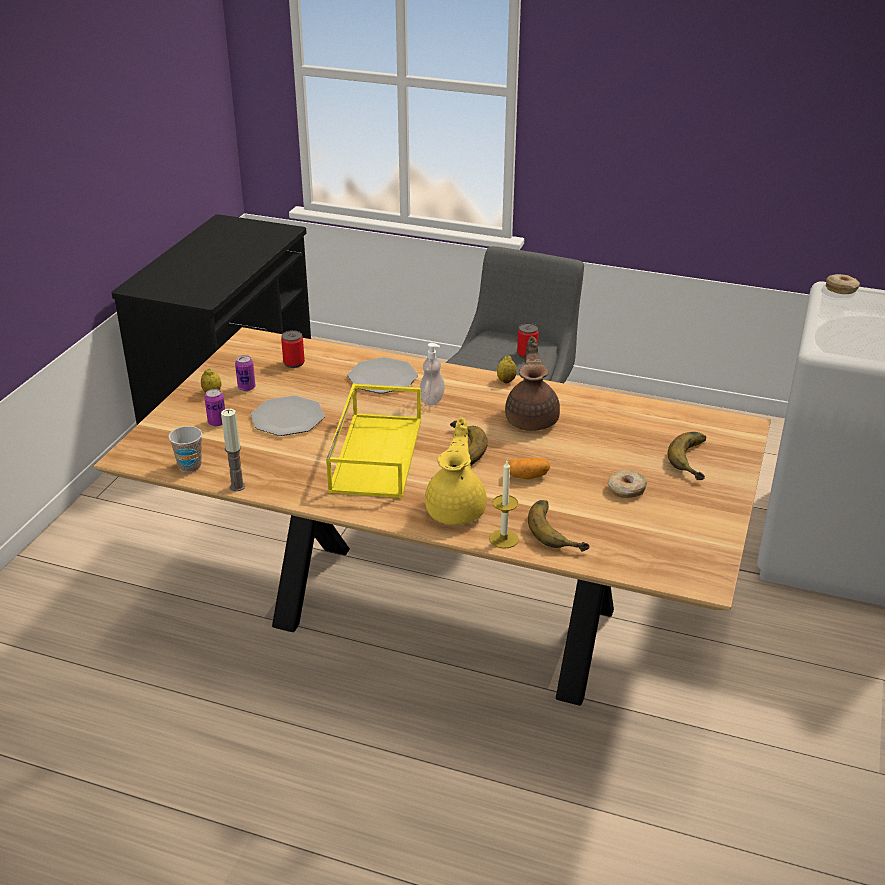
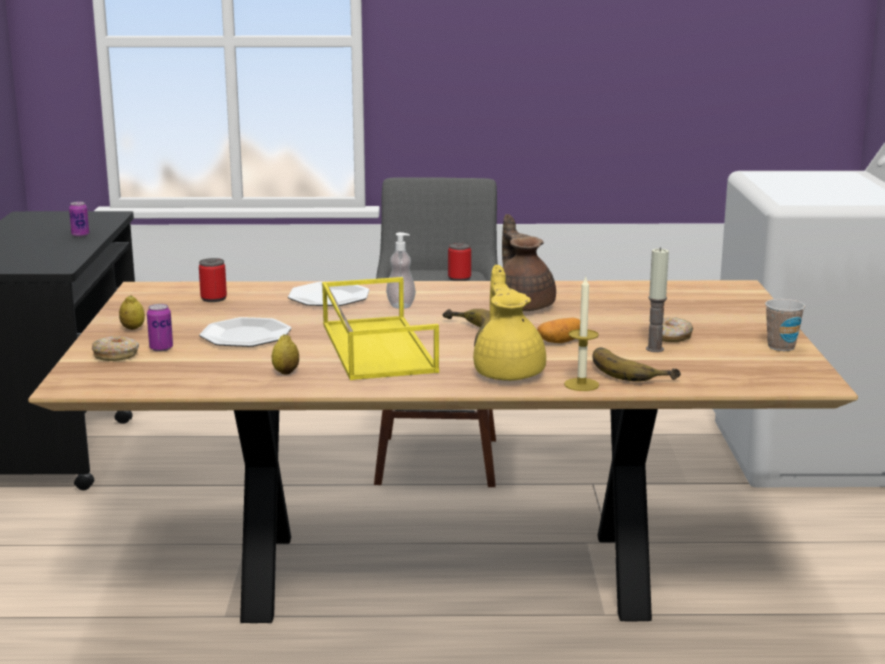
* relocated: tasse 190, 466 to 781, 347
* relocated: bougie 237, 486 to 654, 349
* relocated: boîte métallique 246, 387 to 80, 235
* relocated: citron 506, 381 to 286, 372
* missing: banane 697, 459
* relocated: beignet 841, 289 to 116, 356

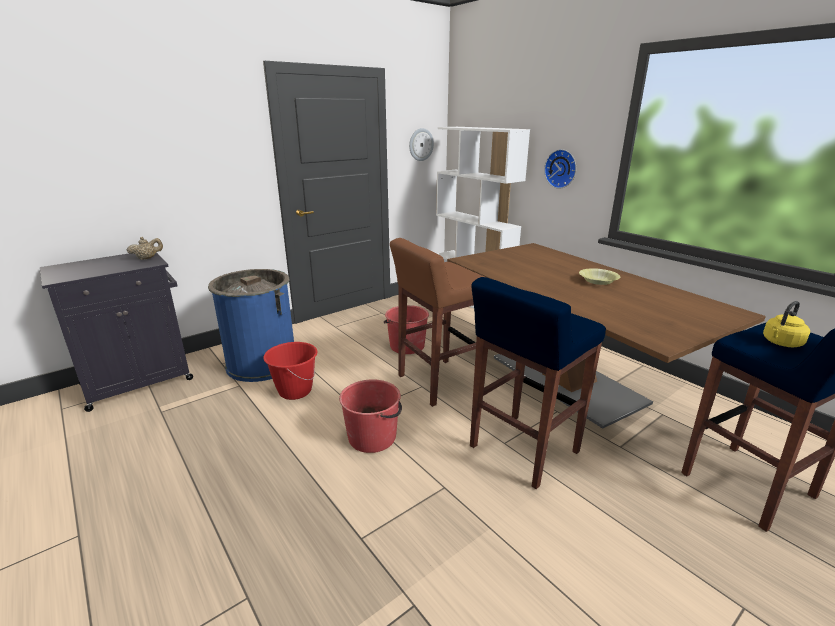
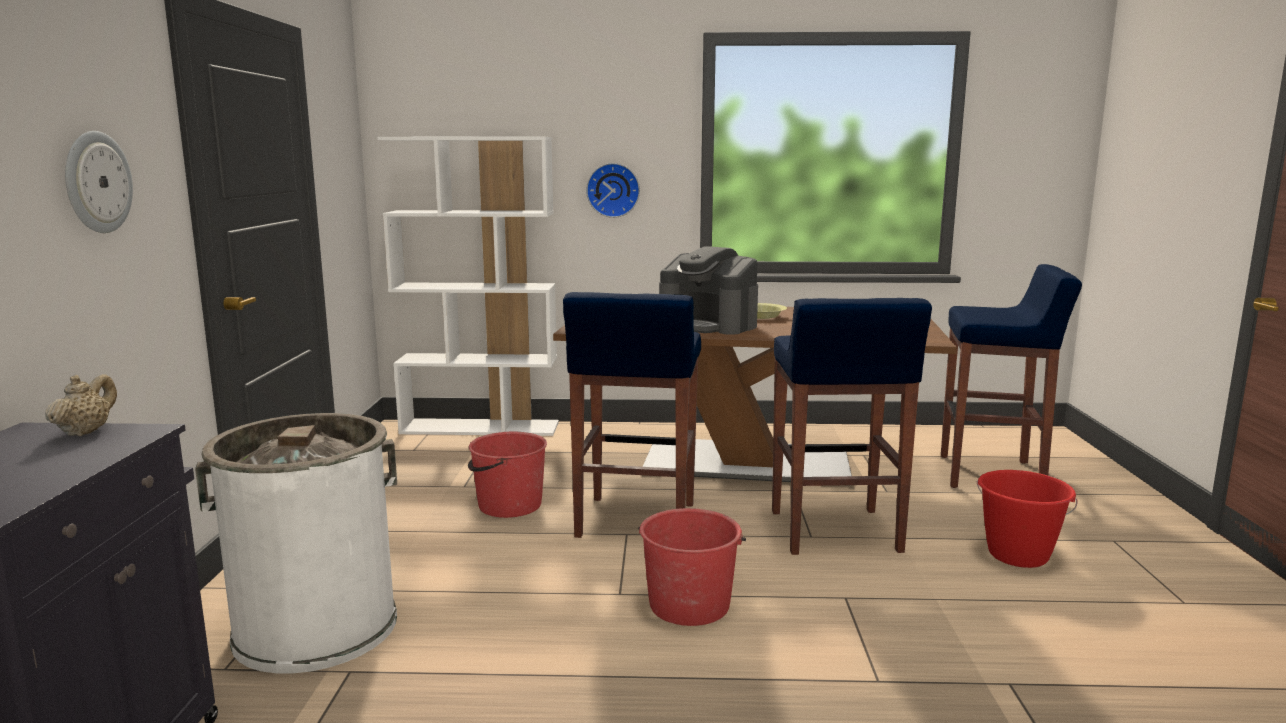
* colour: poubelle (bleu) 262, 363 to poubelle (blanc) 316, 627
* relocated: seau (rouge) 295, 391 to 1018, 555
* colour: tabouret (marron) 438, 382 to tabouret (bleu) 635, 521
* relocated: horloge murale 420, 144 to 96, 182
* missing: bouilloire (jaune) 781, 343
* appeared: machine à café 709, 325

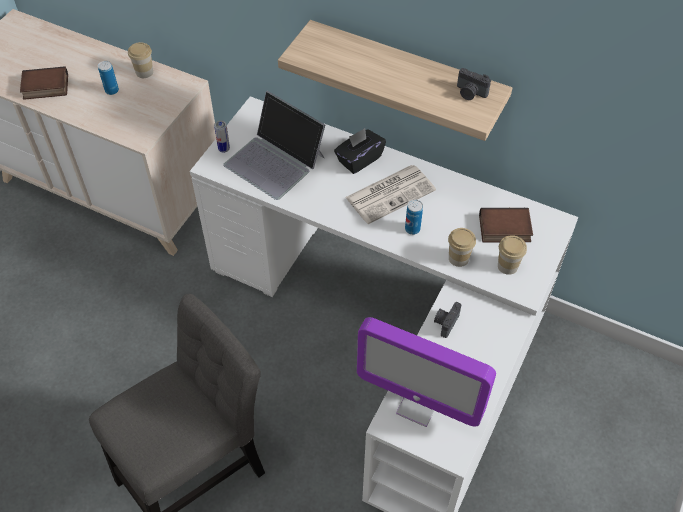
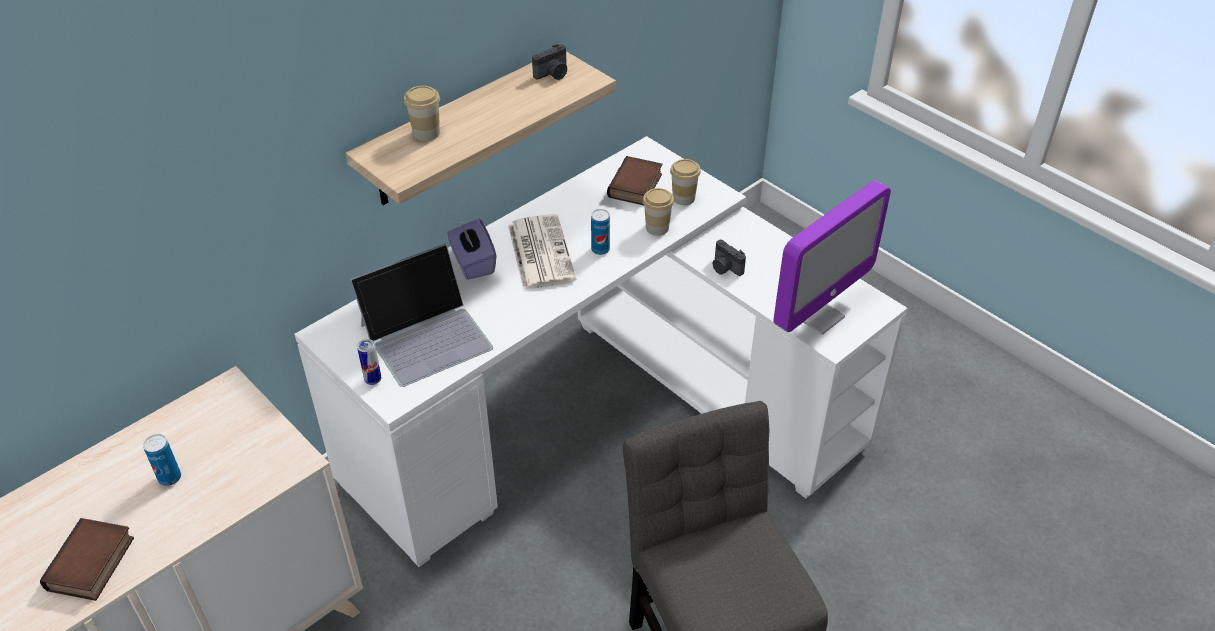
* relocated: tasse 144, 72 to 426, 133
* colour: boîte à mouchoirs (noir) 359, 159 to boîte à mouchoirs (violet) 473, 263

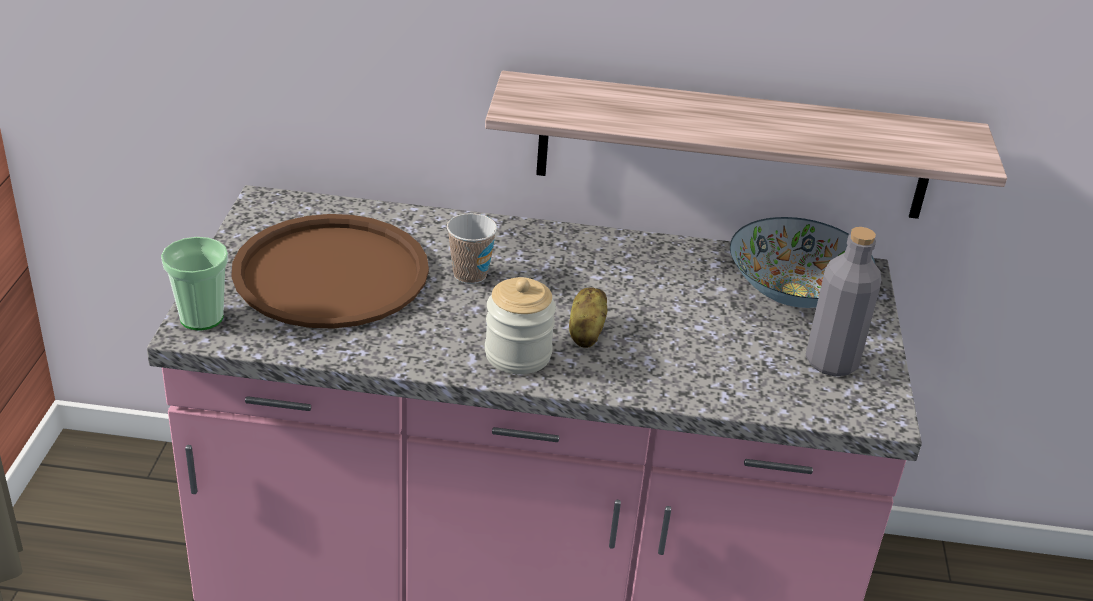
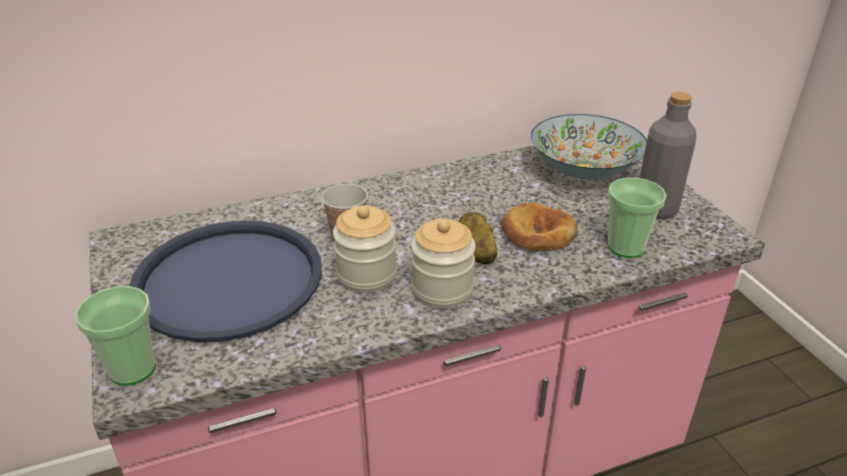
* colour: plateau (marron) 331, 273 to plateau (bleu) 228, 280
* missing: étagère 733, 146
* appeared: bocal 366, 275
* appeared: pain 538, 233
* appeared: tasse 626, 247

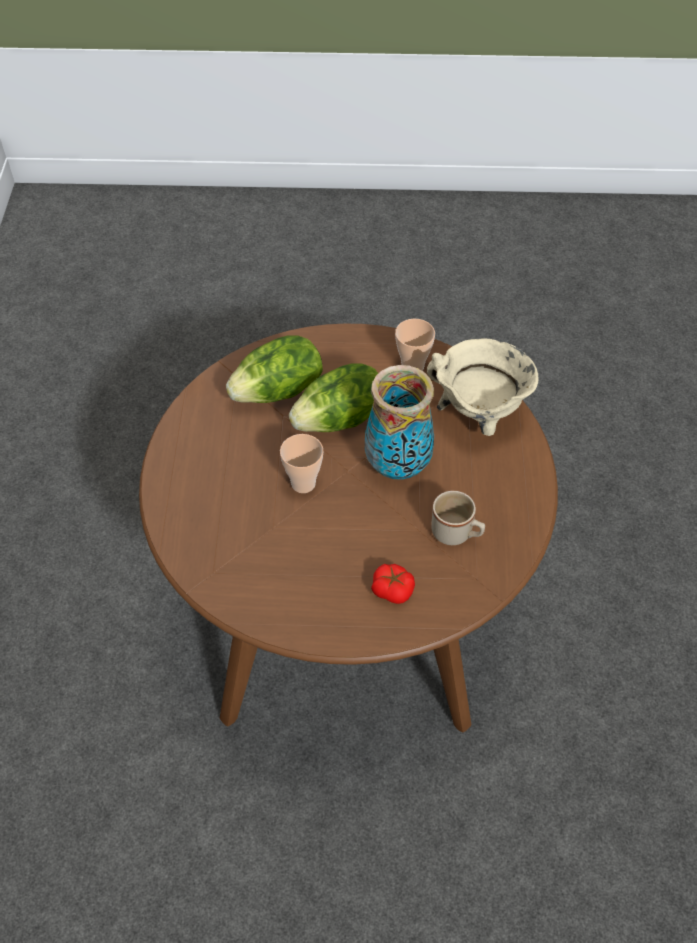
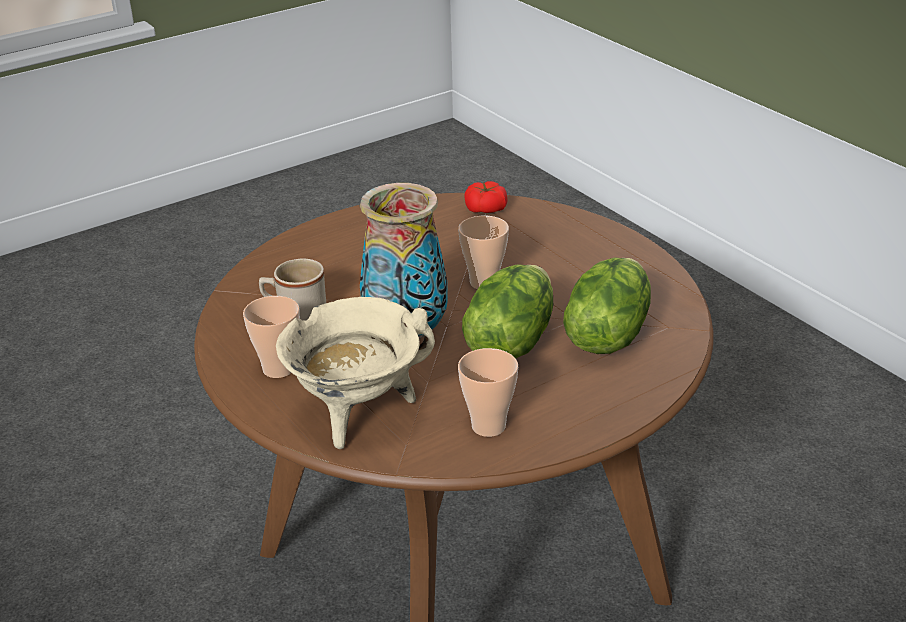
* relocated: tomate 392, 589 to 486, 209
* appeared: tasse 278, 369

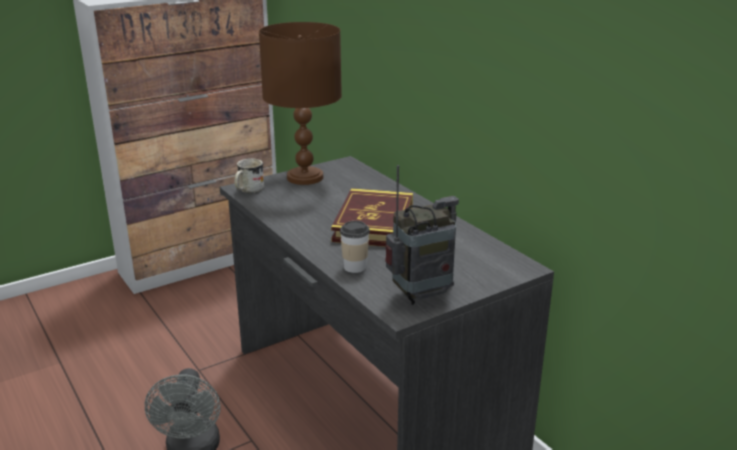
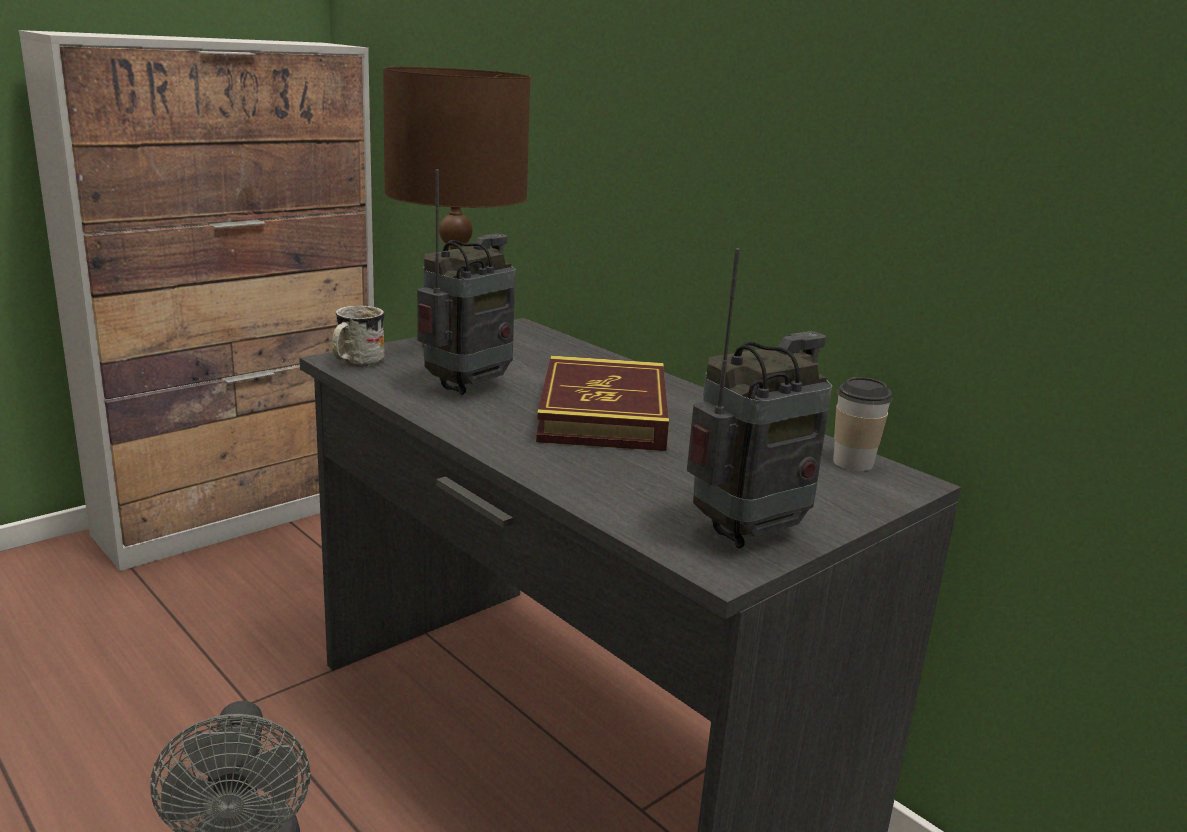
* relocated: tasse 355, 267 to 853, 462
* appeared: radio 468, 387

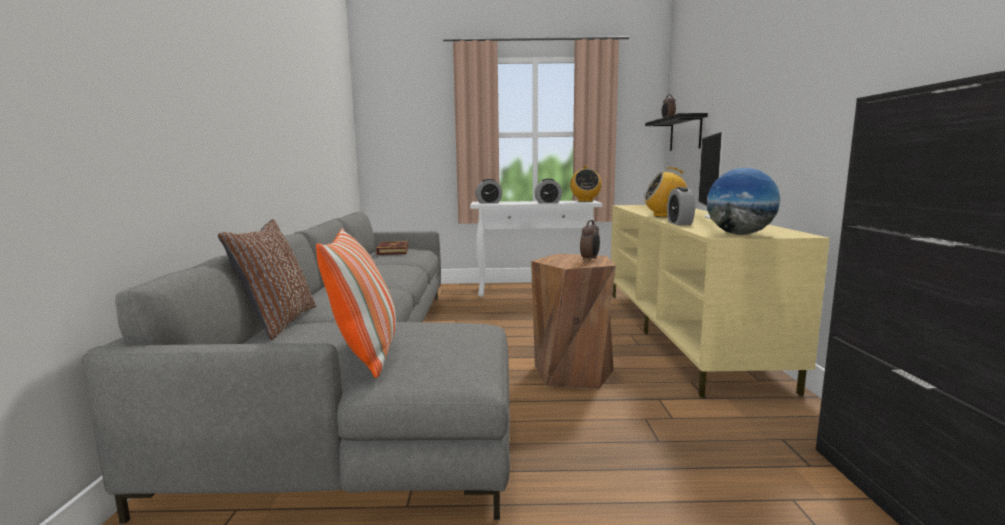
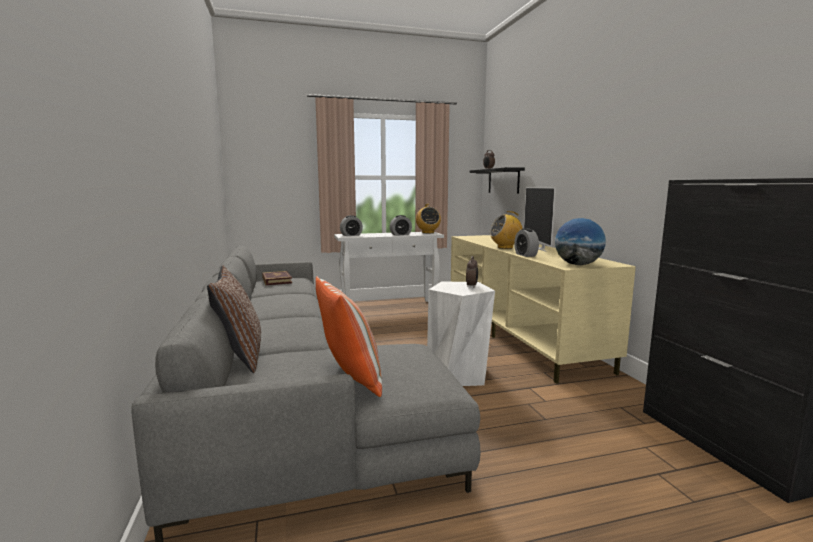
* colour: tabouret (marron) 573, 373 to tabouret (blanc) 458, 374

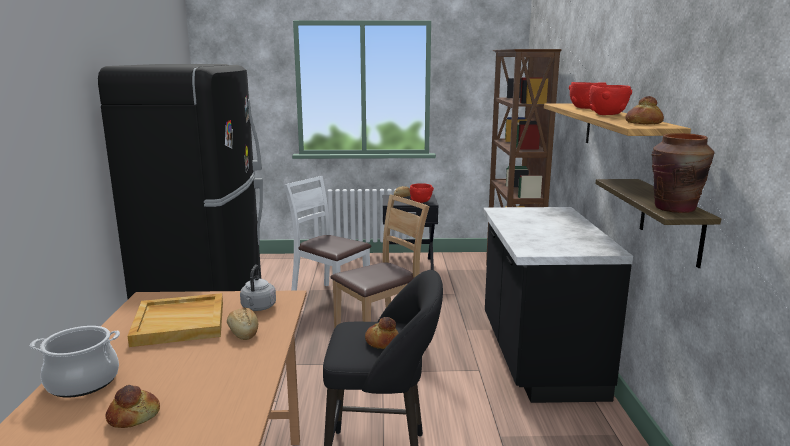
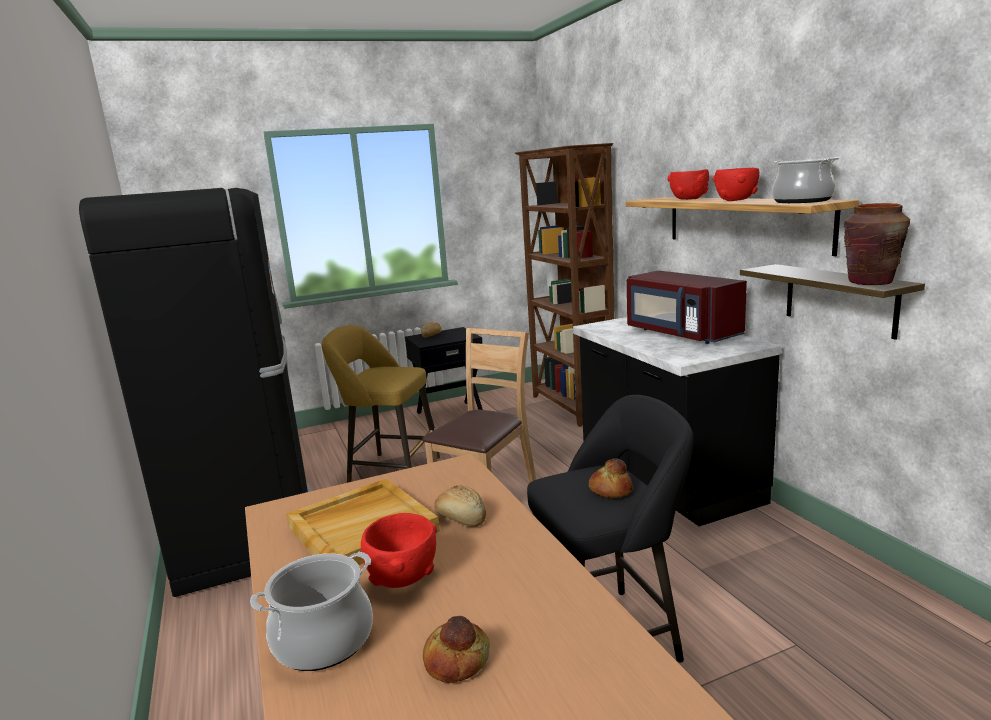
* missing: bouilloire (gris) 258, 308
* exchanged: chaise (blanc) 330, 299 to tabouret (jaune) 389, 471
* relocated: bol (rouge) 420, 202 to 402, 578
* exchanged: pain 643, 123 to marmite 802, 201
* appeared: micro-ondes (rouge) 680, 333

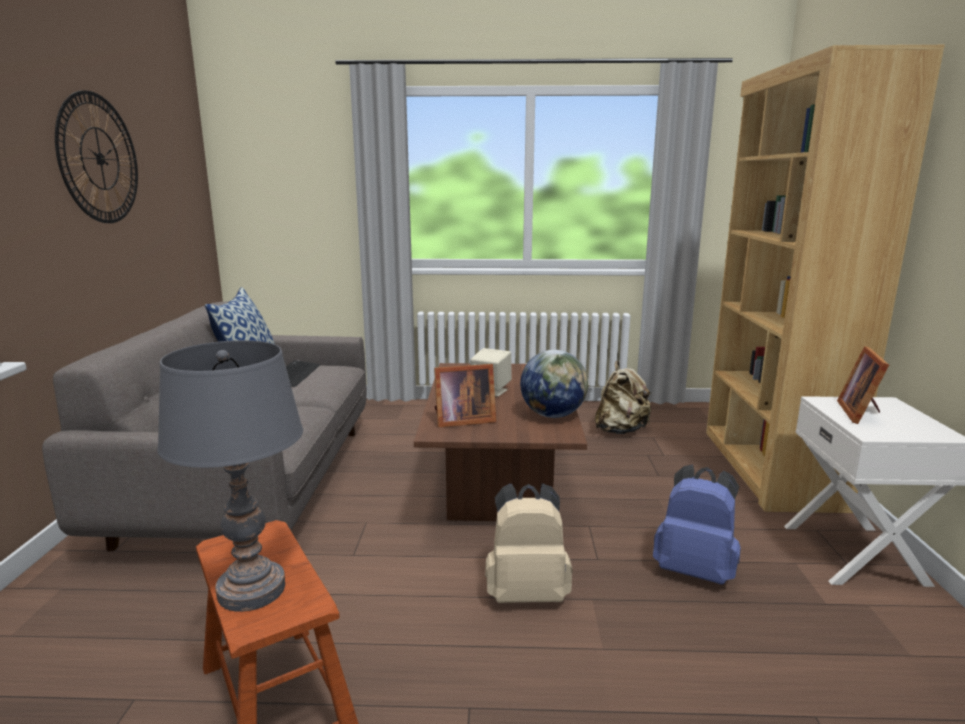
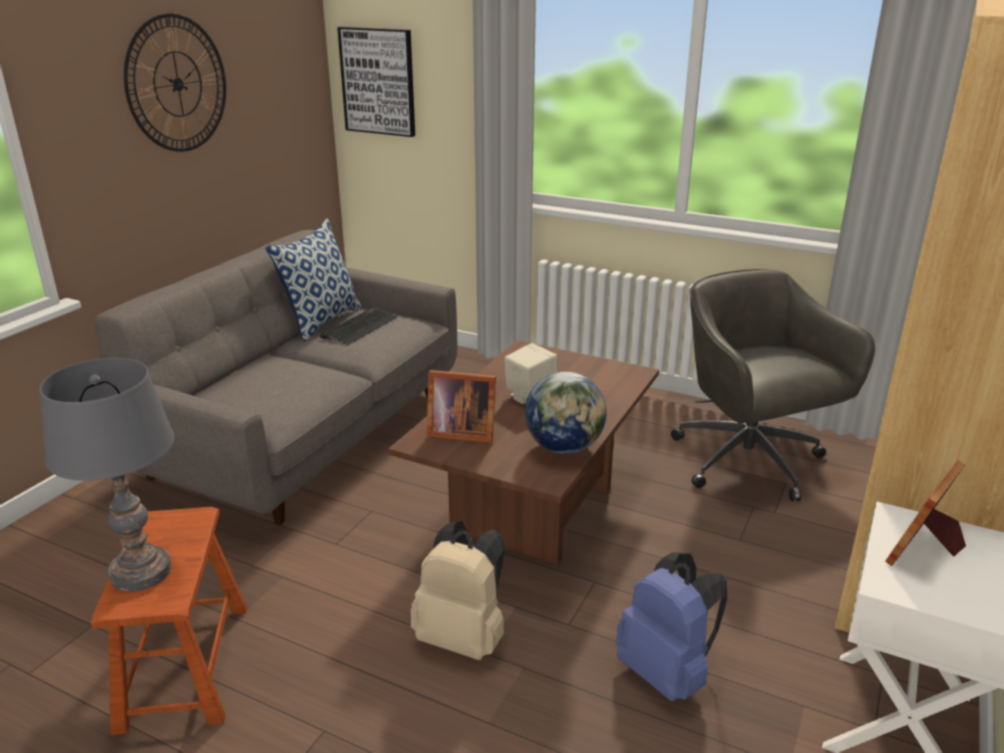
* exchanged: sac à dos (beige) 620, 430 to chaise de bureau (gris) 749, 463
* appeared: tableau 378, 81

